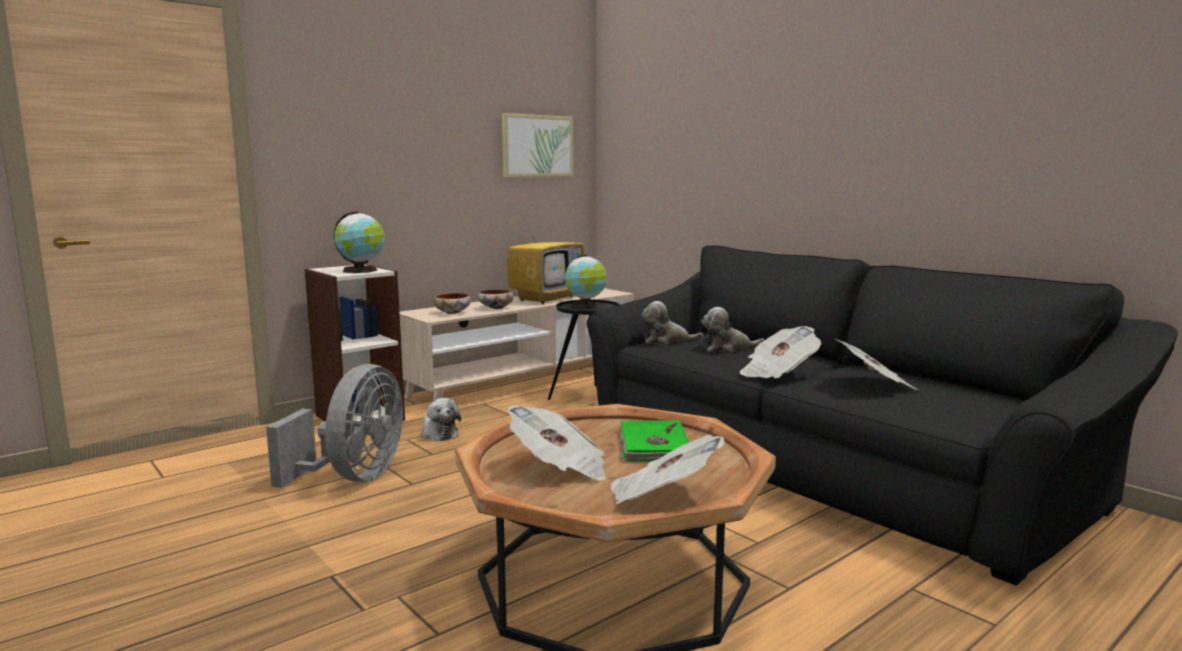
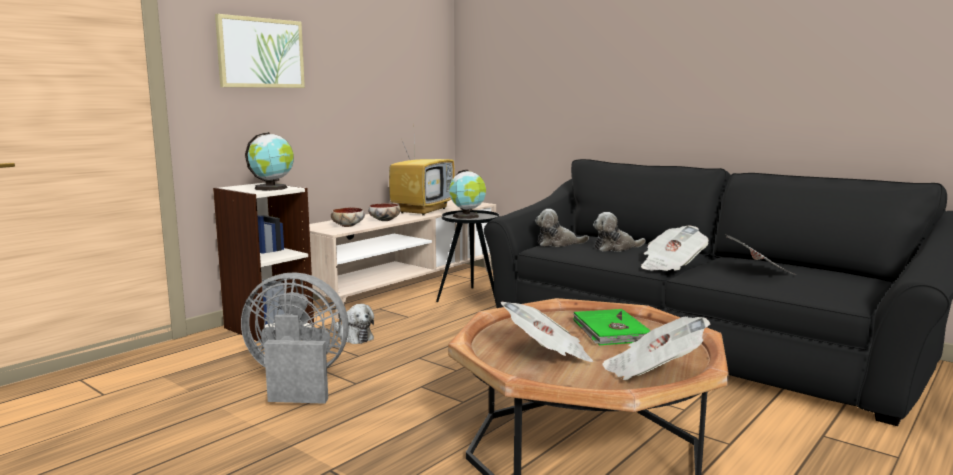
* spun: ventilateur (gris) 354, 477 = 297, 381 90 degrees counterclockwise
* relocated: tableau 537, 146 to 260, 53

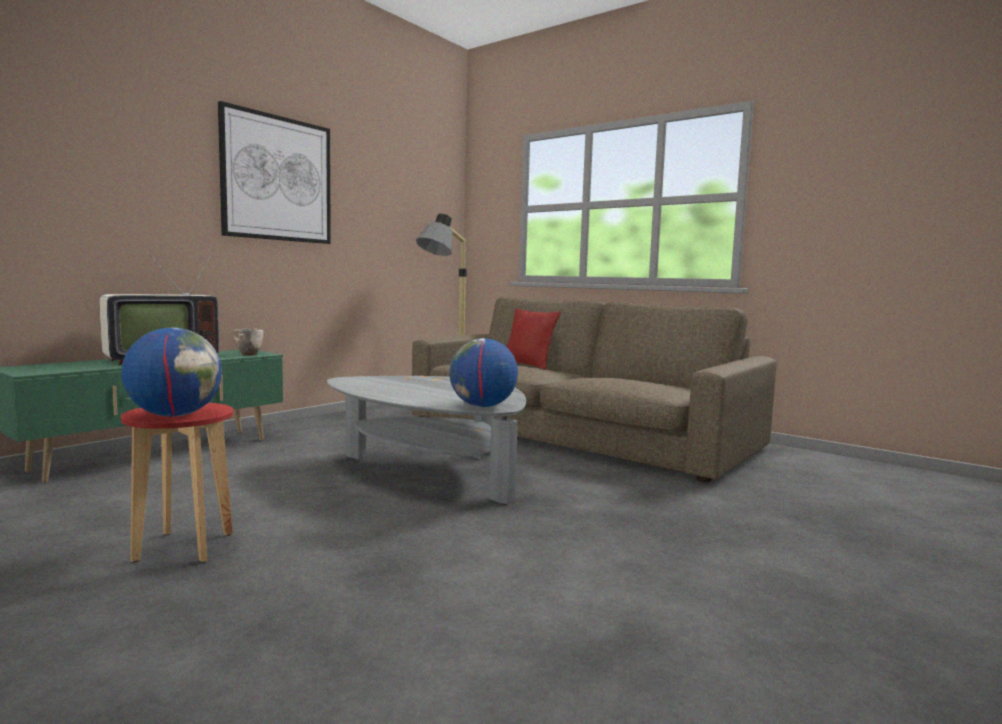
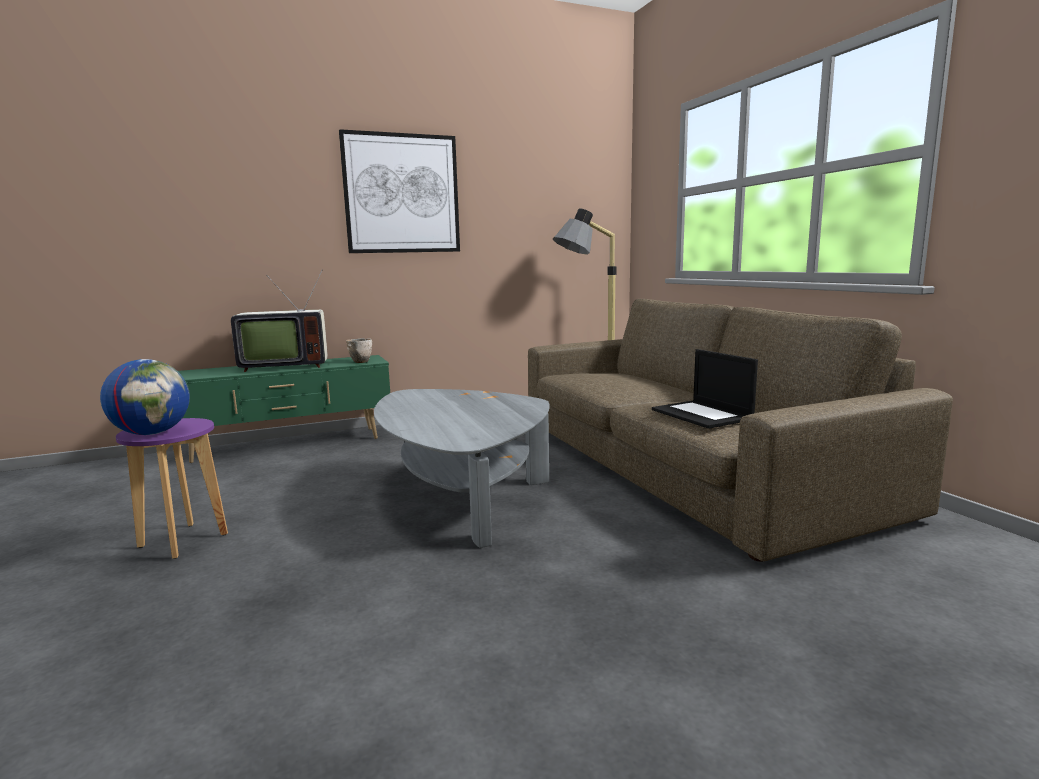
* colour: tabouret (rouge) 185, 547 to tabouret (violet) 184, 541
* missing: globe 482, 406
* missing: coussin (rouge) 528, 365
* appeared: ordinateur portable 702, 415

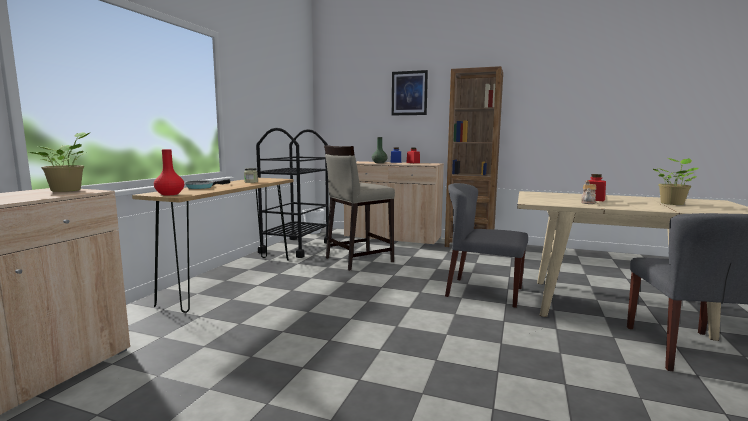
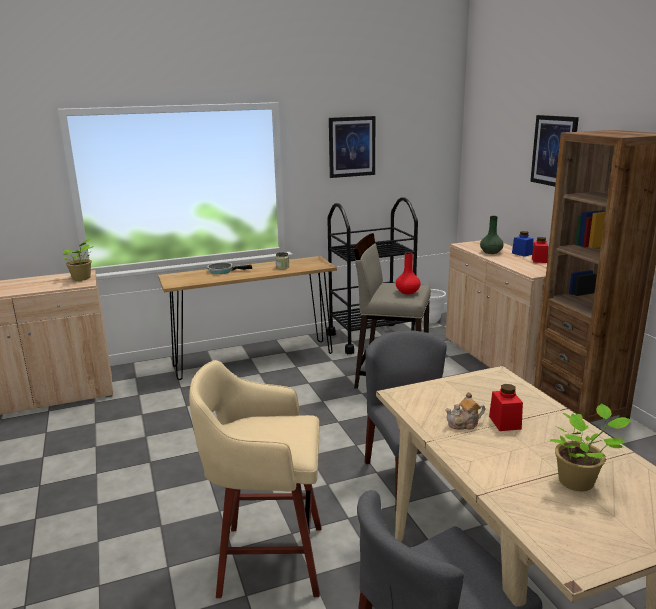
* relocated: vase (rouge) 170, 194 to 408, 292
* appeared: tabouret (beige) 267, 559
* appeared: tableau 352, 146

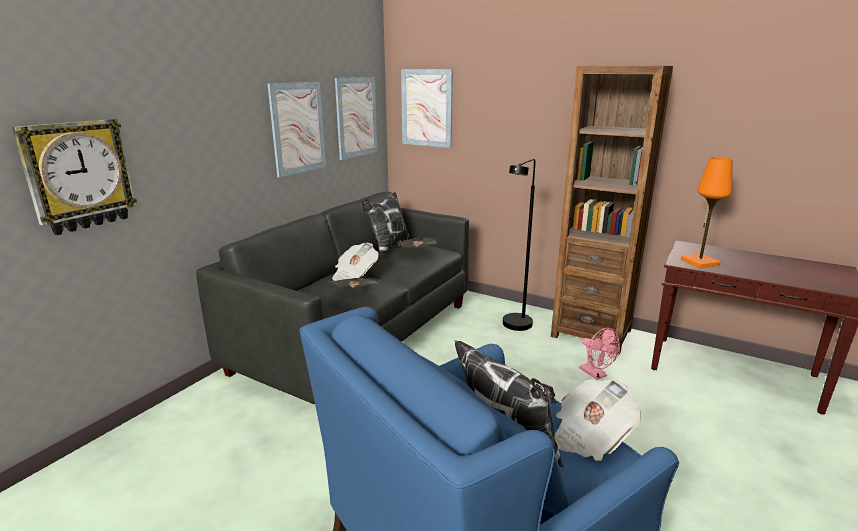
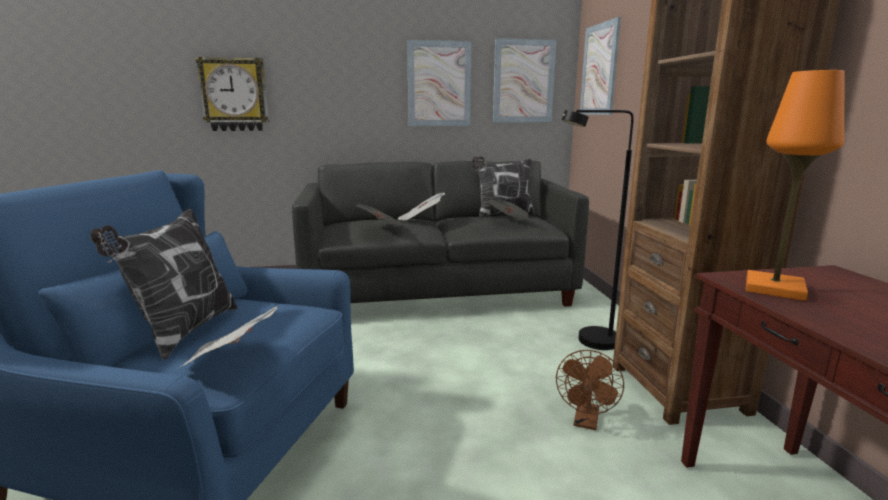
* colour: ventilateur (rose) 596, 374 to ventilateur (marron) 586, 422

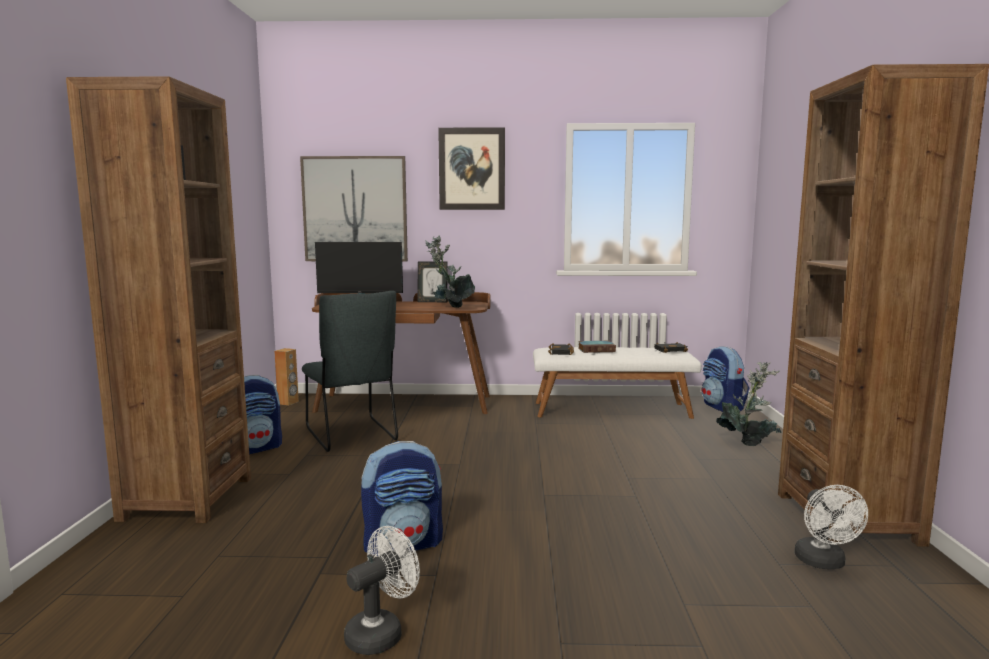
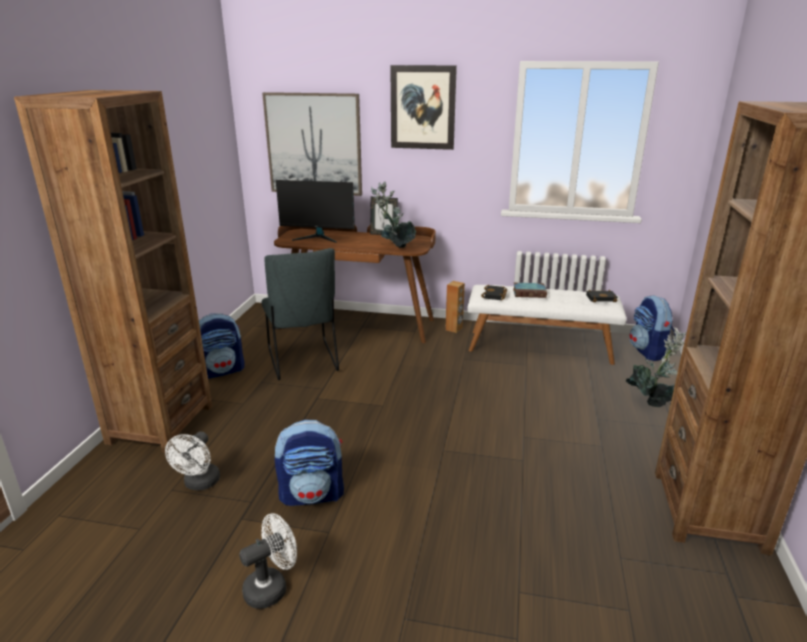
* relocated: enceinte (marron) 288, 403 to 454, 329
* relocated: ventilateur (blanc) 823, 563 to 199, 484

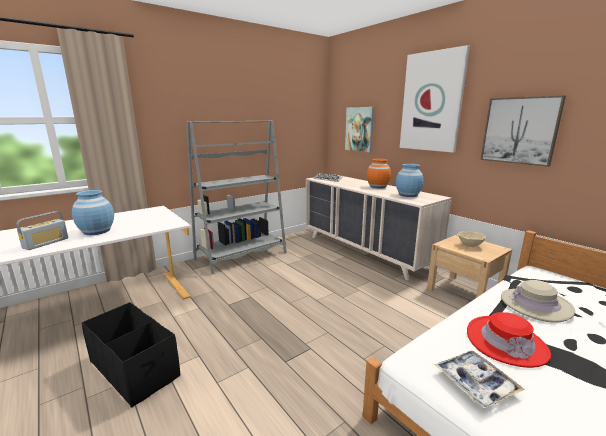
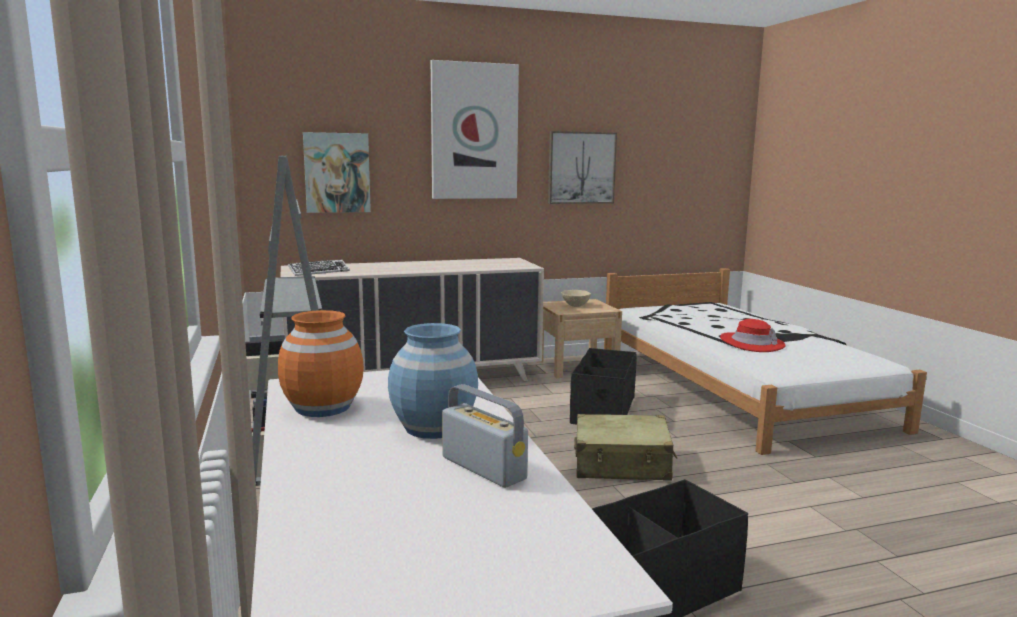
* relocated: vase (orange) 377, 186 to 323, 407
* missing: vase (bleu) 408, 195
* missing: plateau 475, 383
* missing: chapeau (beige) 535, 305
* appeared: boîte de rangement (noir) 602, 410
* appeared: valise (beige) 622, 464

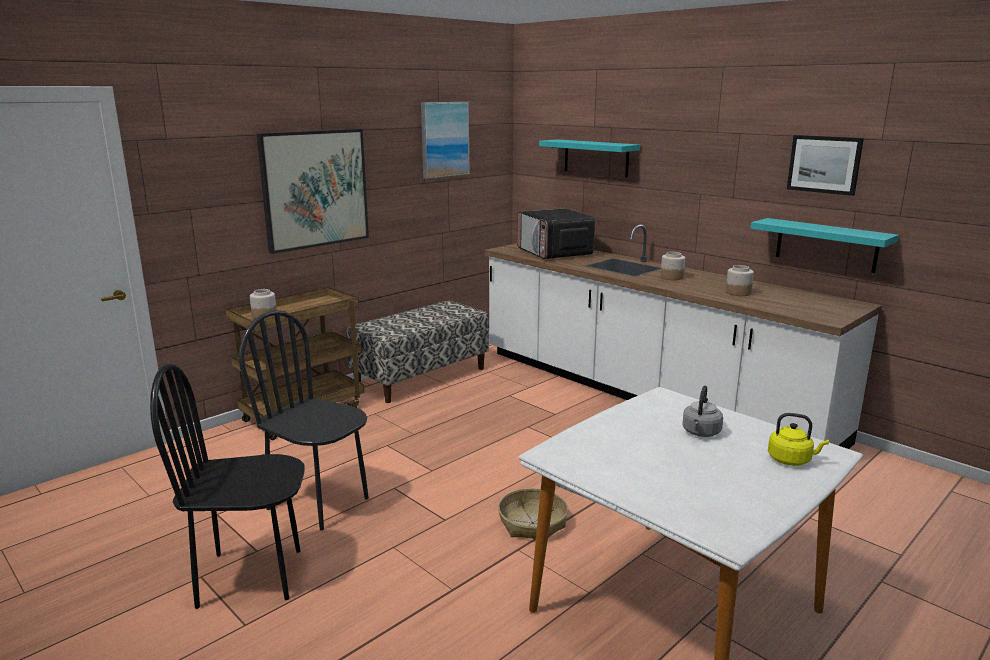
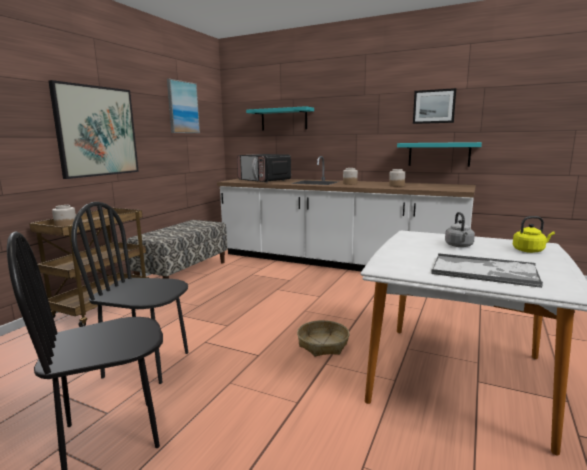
* appeared: plateau 485, 271

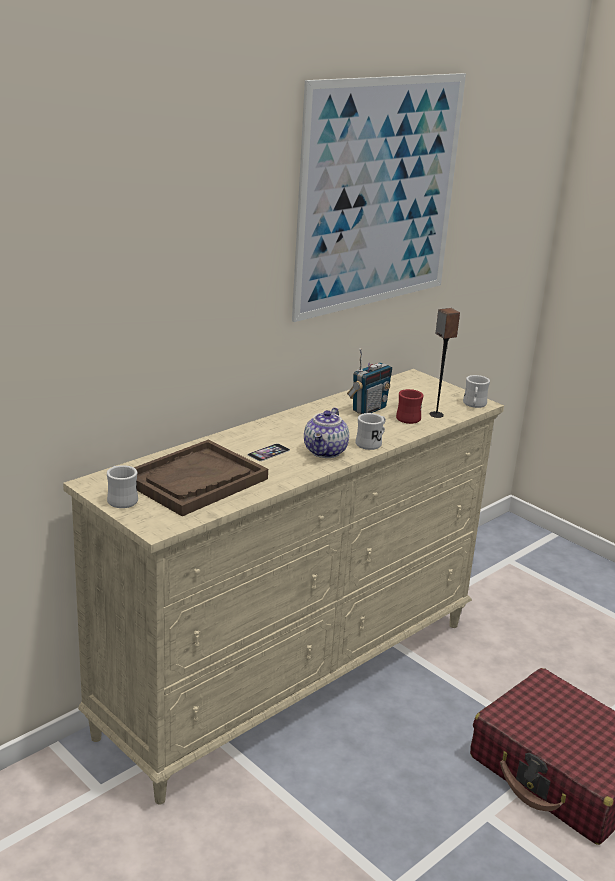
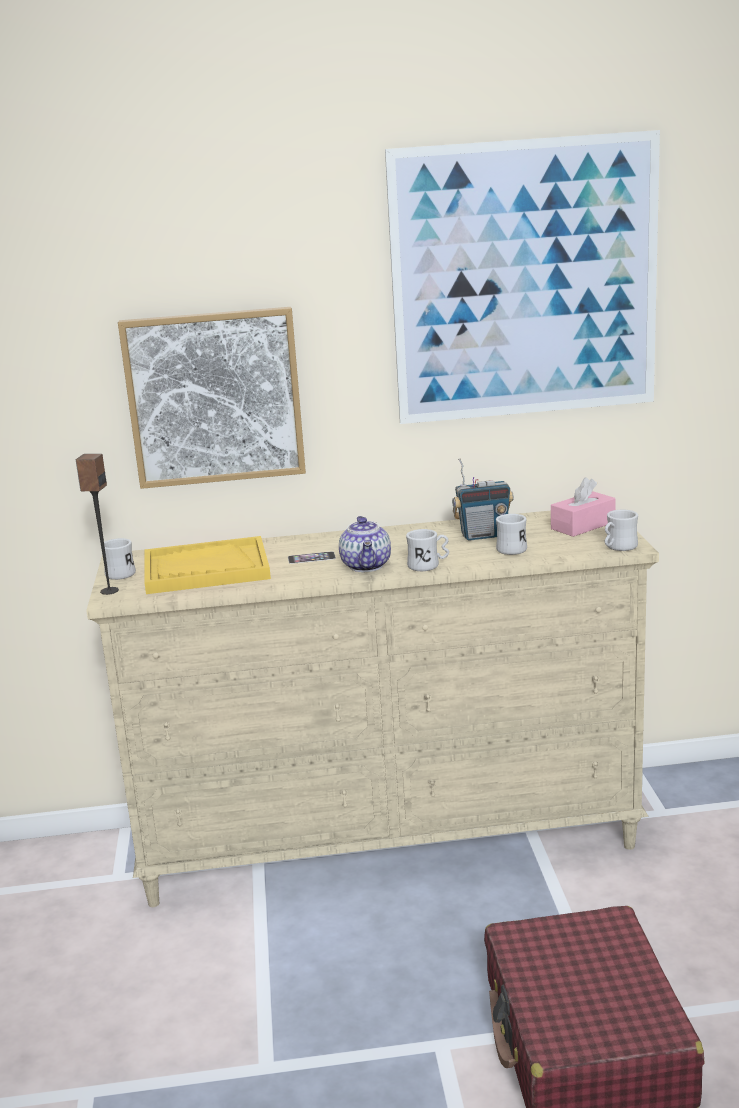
* colour: plateau (marron) 195, 481 to plateau (jaune) 206, 569
* spun: théière 326, 452 = 367, 566 60 degrees counterclockwise
* colour: mug (rouge) 406, 417 to mug (blanc) 513, 548
* relocated: enceinte 436, 414 to 109, 591
* appeared: tableau 214, 397
* appeared: boîte à mouchoirs (rose) 583, 525

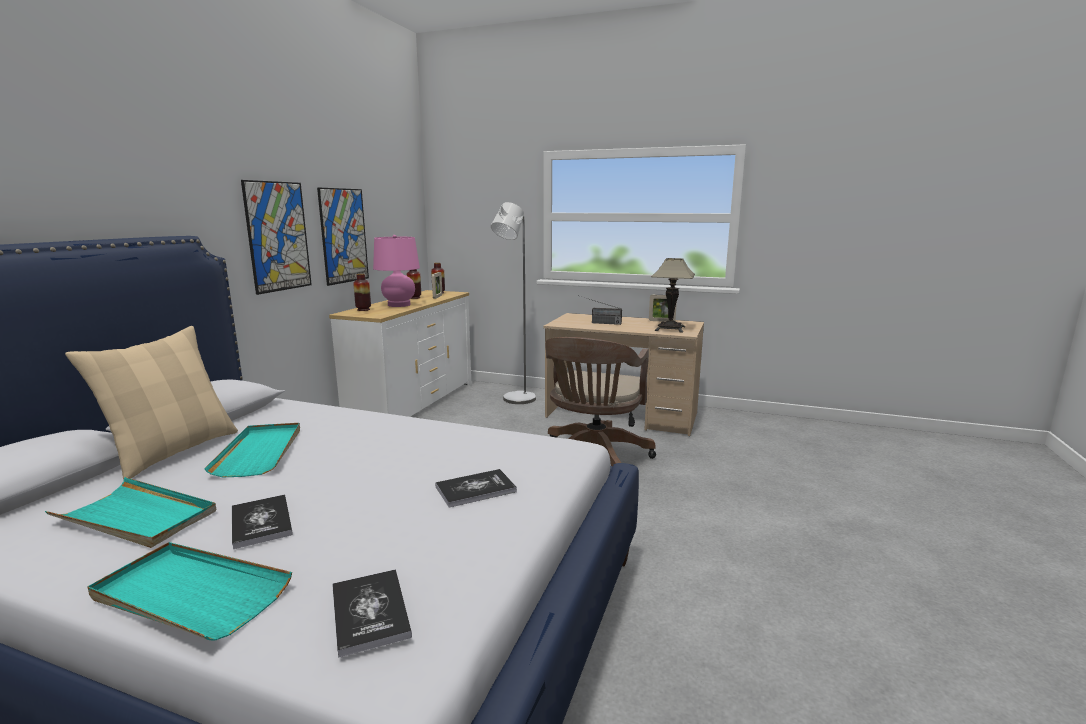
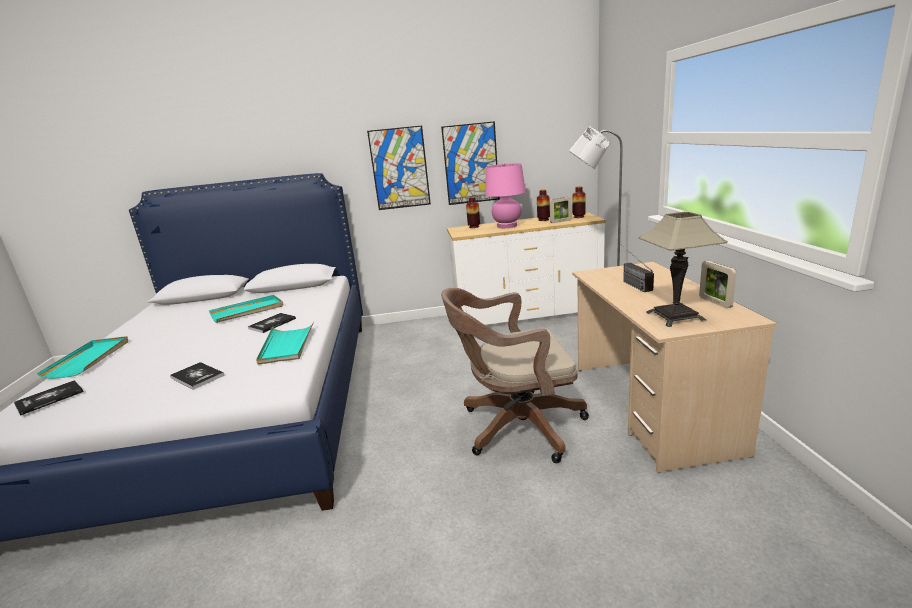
* relocated: plateau (turquoise) 137, 517 to 287, 345
* missing: coussin (beige) 173, 451
* relocated: livre 261, 522 to 272, 323

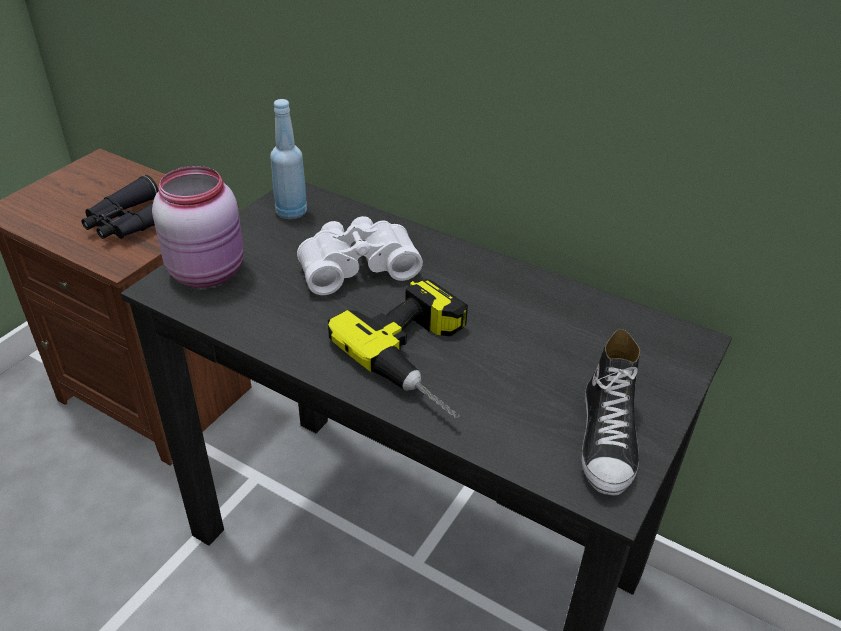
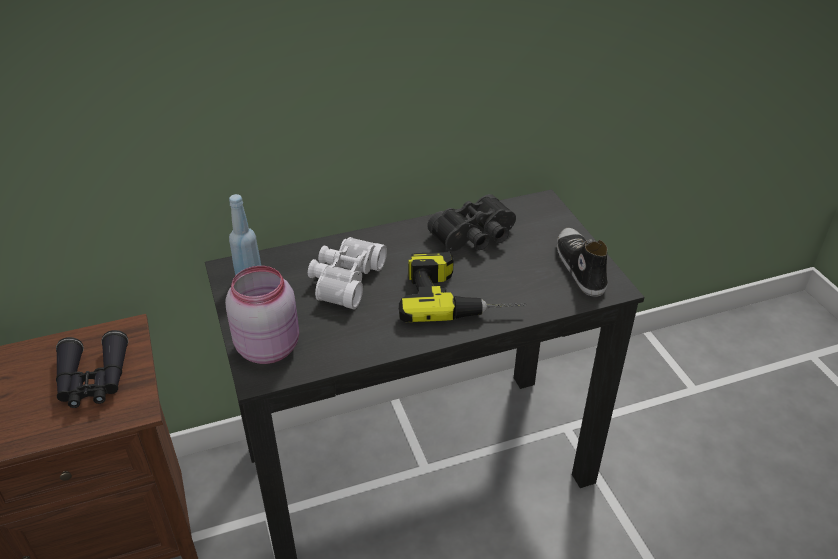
* spun: chaussure 608, 439 = 579, 267 150 degrees counterclockwise
* appeared: jumelles (noir) 476, 237

